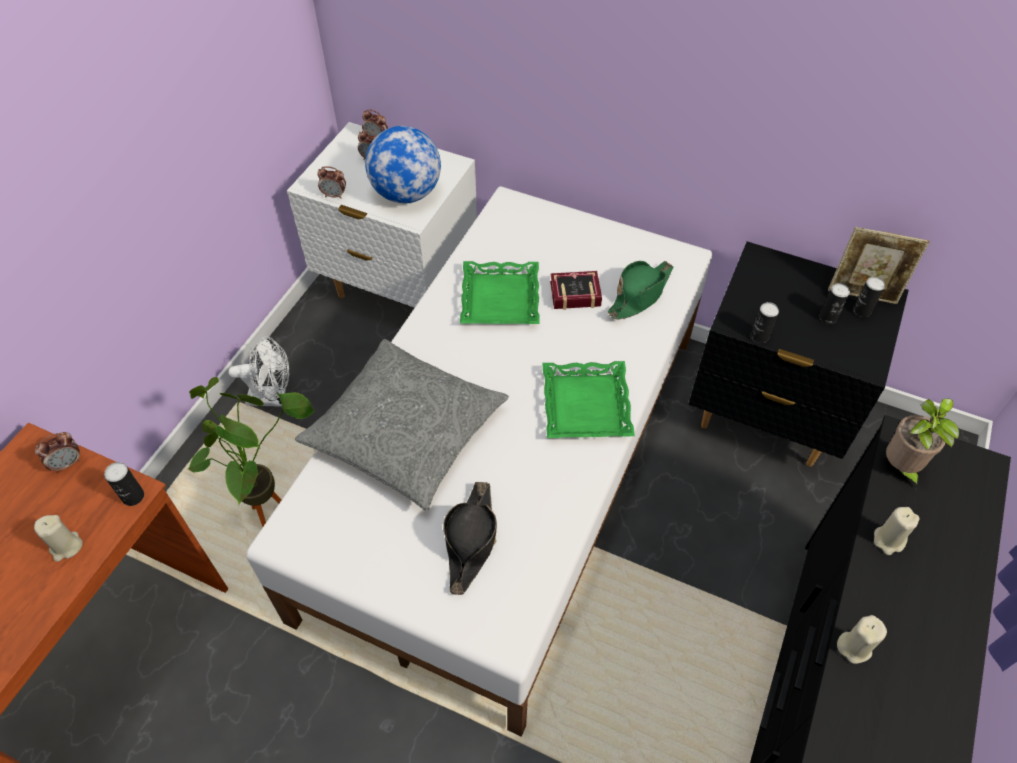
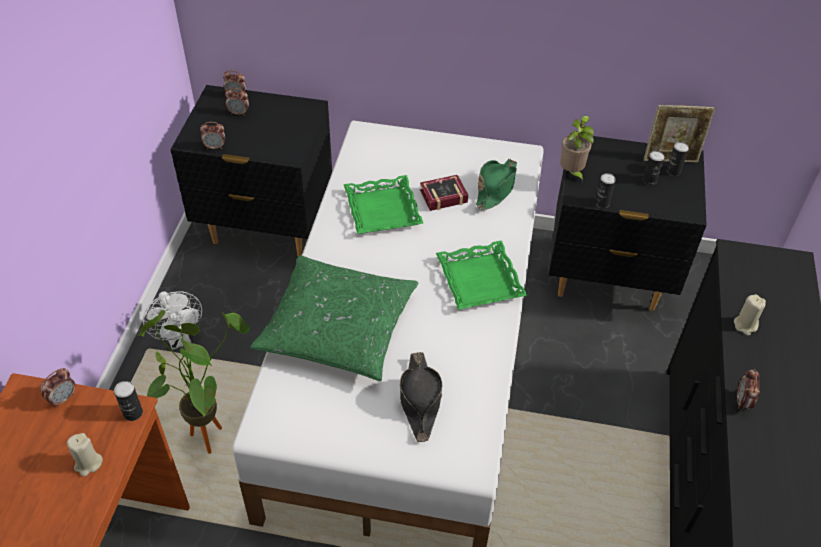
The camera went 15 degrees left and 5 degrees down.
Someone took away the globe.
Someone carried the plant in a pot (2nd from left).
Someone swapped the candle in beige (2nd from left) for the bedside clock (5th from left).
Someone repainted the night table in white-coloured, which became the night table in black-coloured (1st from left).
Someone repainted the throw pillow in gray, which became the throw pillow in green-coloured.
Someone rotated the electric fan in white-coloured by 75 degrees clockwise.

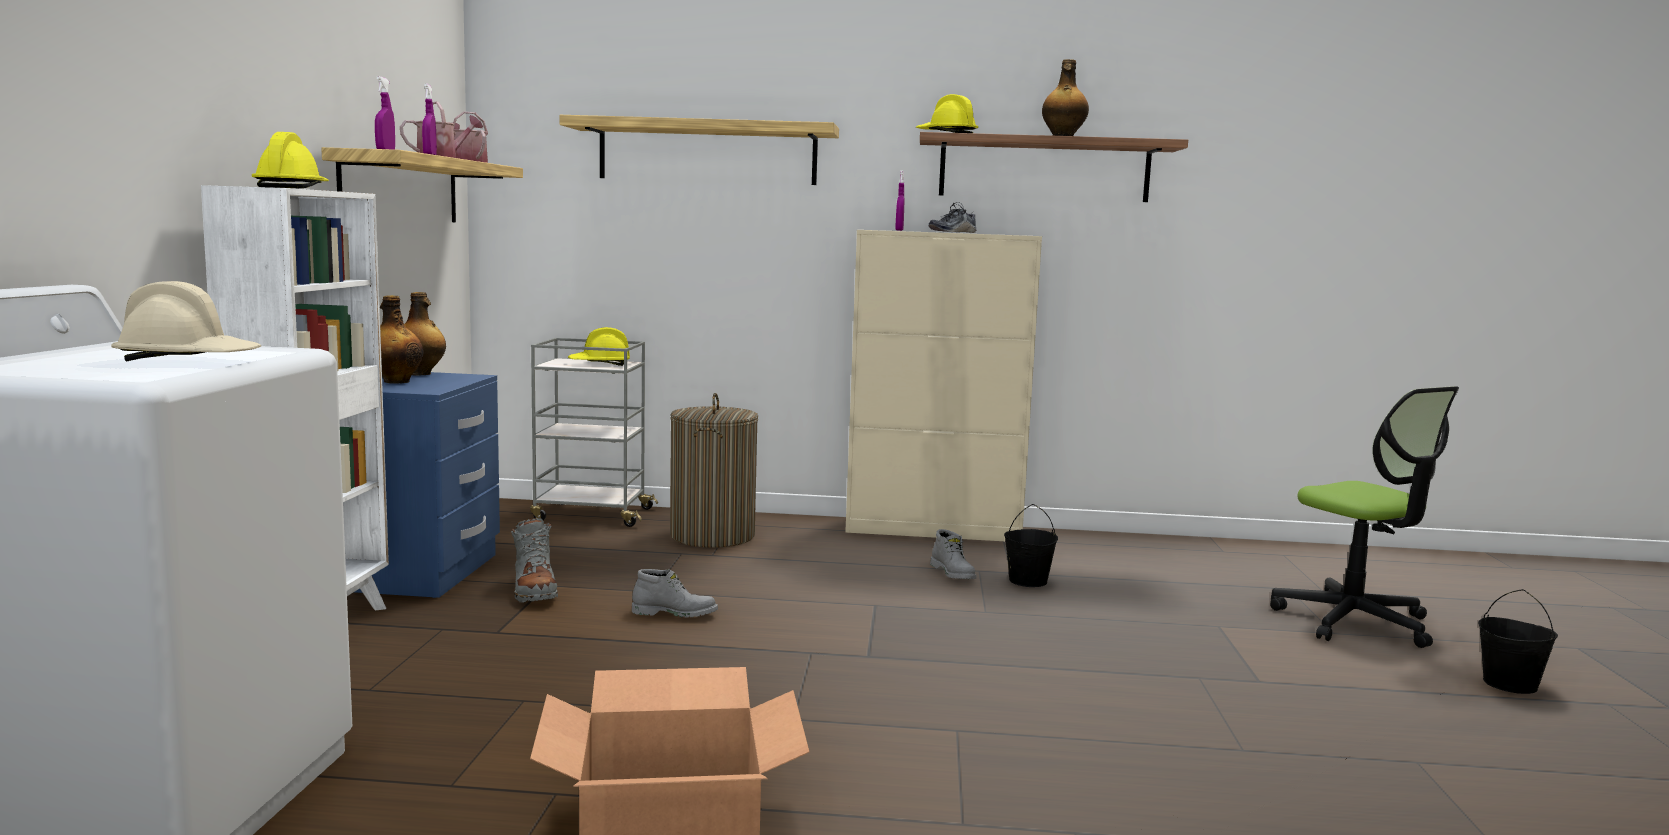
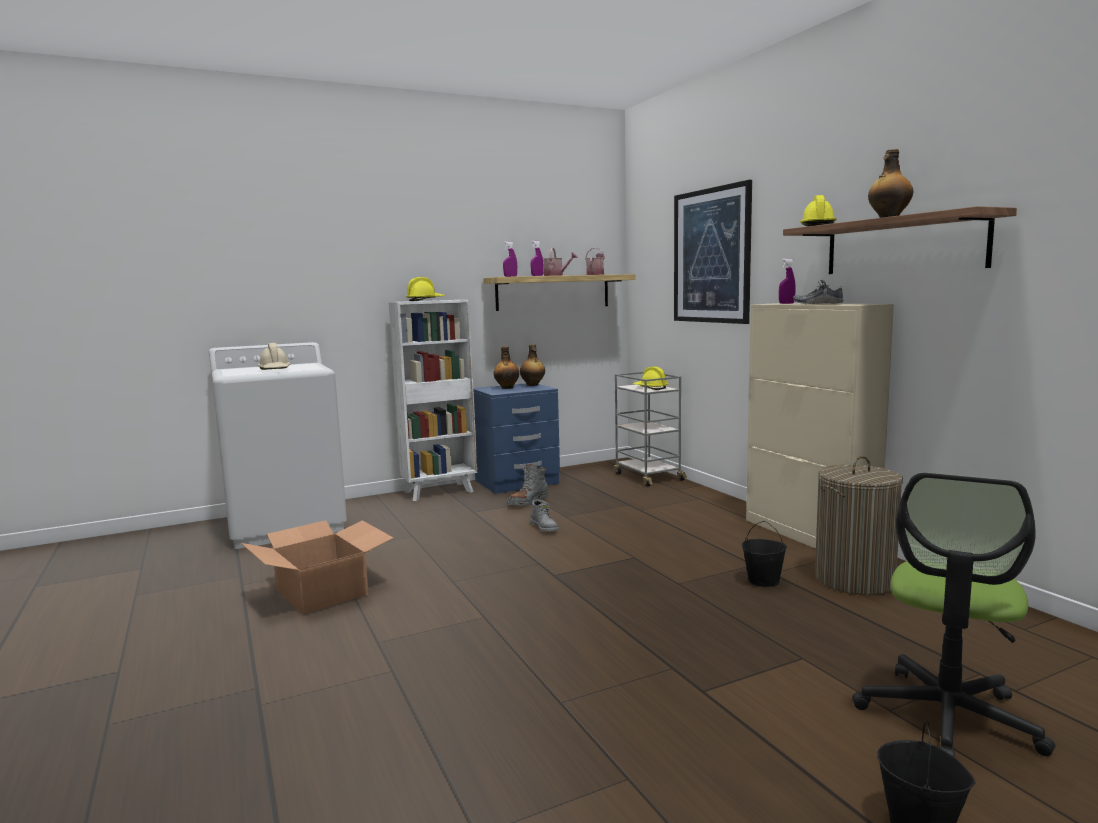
The camera went 60 degrees right and 0 degrees up.
Someone took away the tall boot in gray (3rd from left).
Someone carried the washing basket.
Someone swapped the shelf (2nd from left) for the picture.

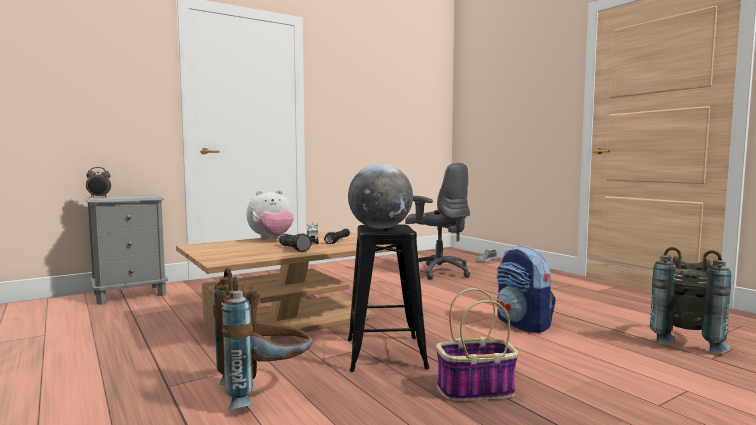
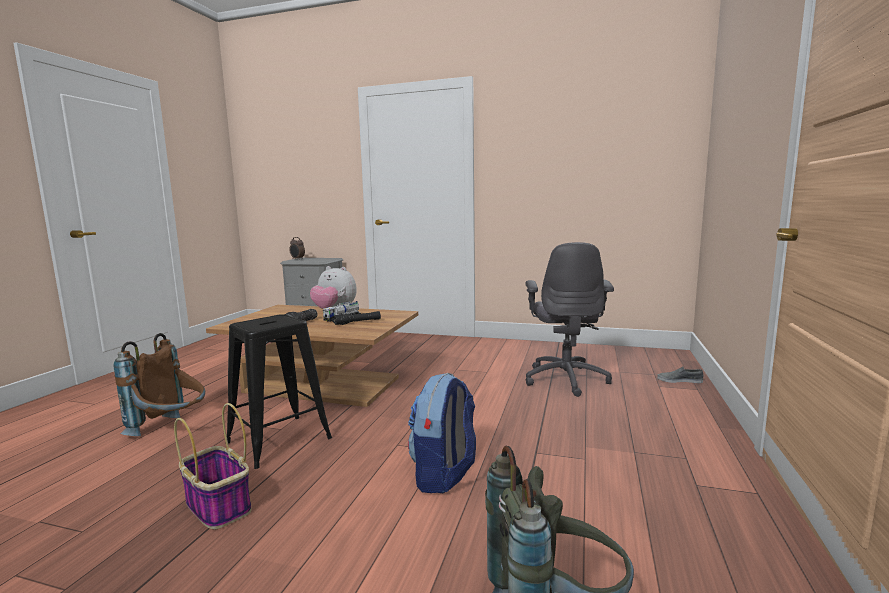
The camera went 50 degrees right and 5 degrees up.
Someone took away the globe.

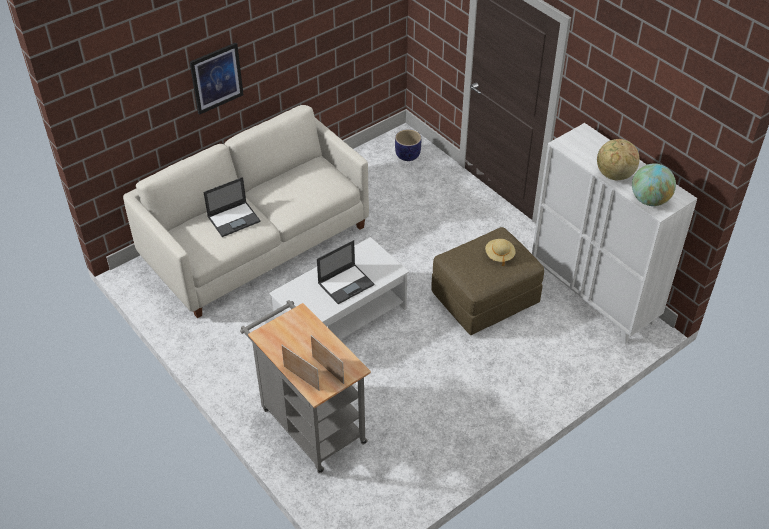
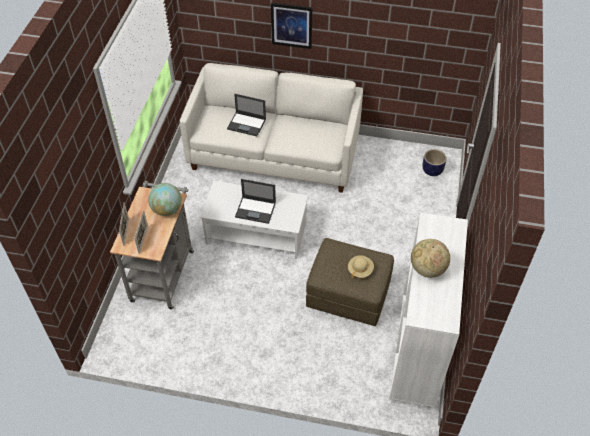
The camera went 50 degrees right and 5 degrees up.
Someone carried the globe (2nd from left in the first image).

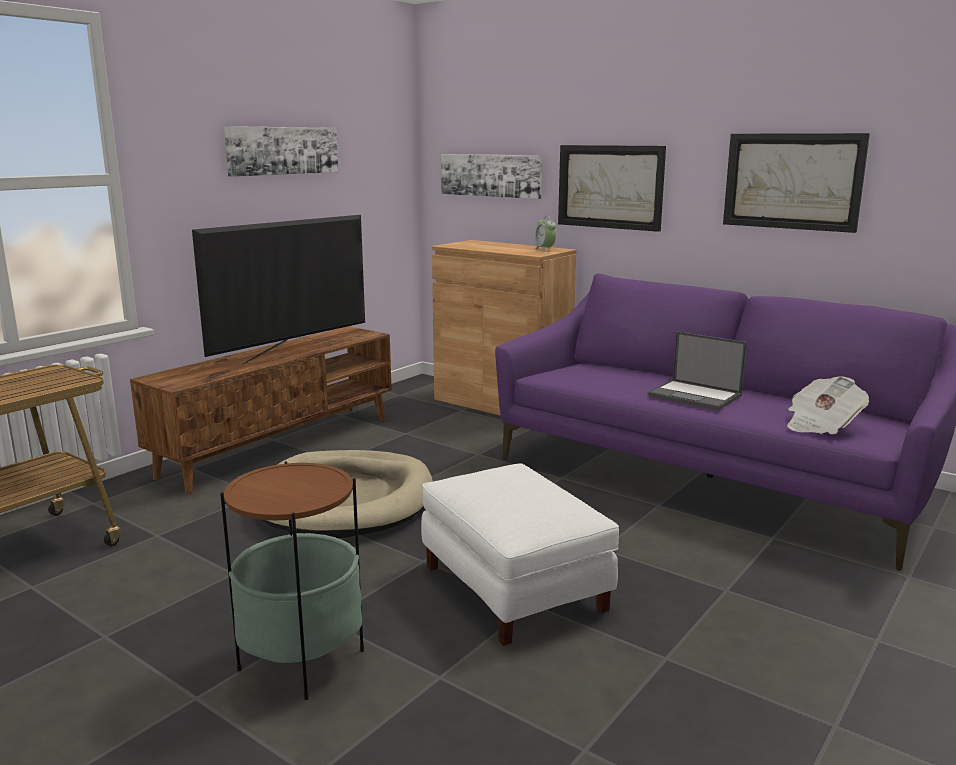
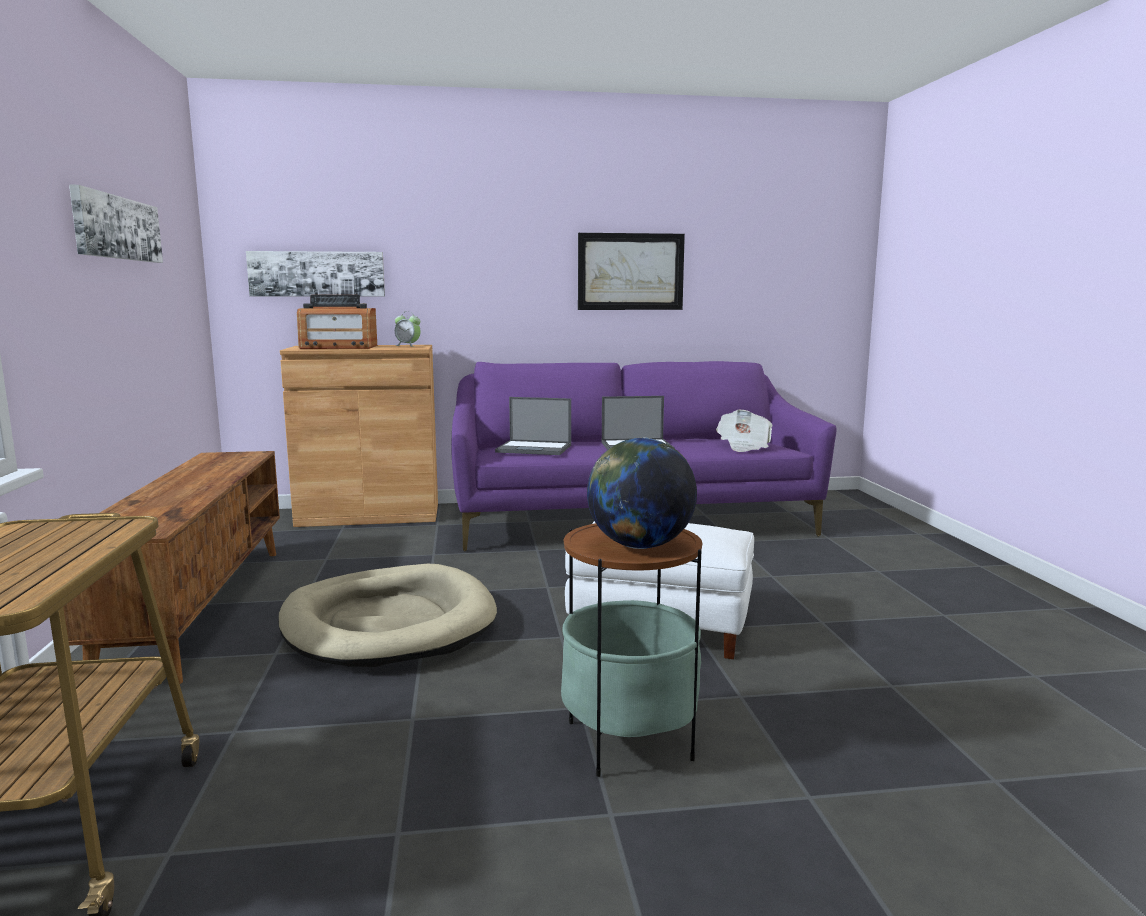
The camera went 45 degrees left and 5 degrees down.
Someone took away the TV set.
Someone took away the picture (3rd from left).
Someone put down the radio receiver.
Someone put down the portable computer (1st from left).
Someone put down the globe.

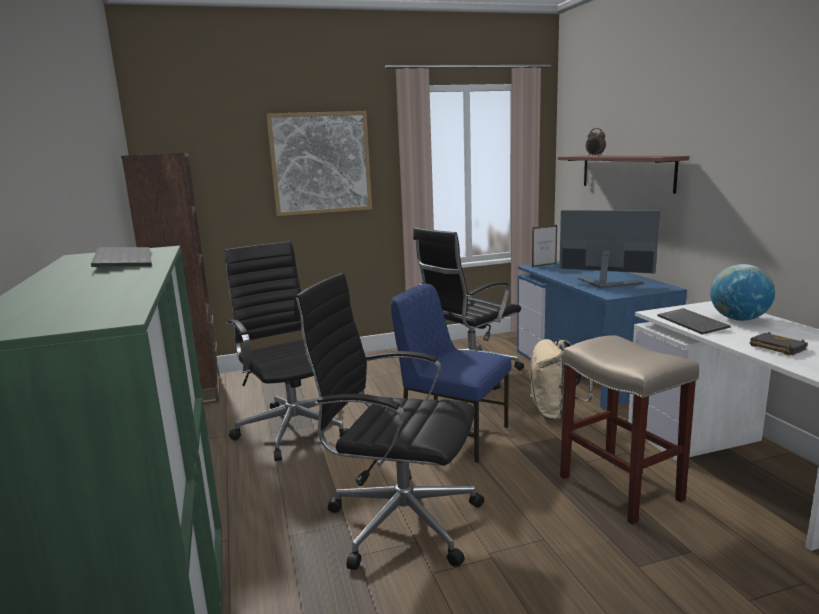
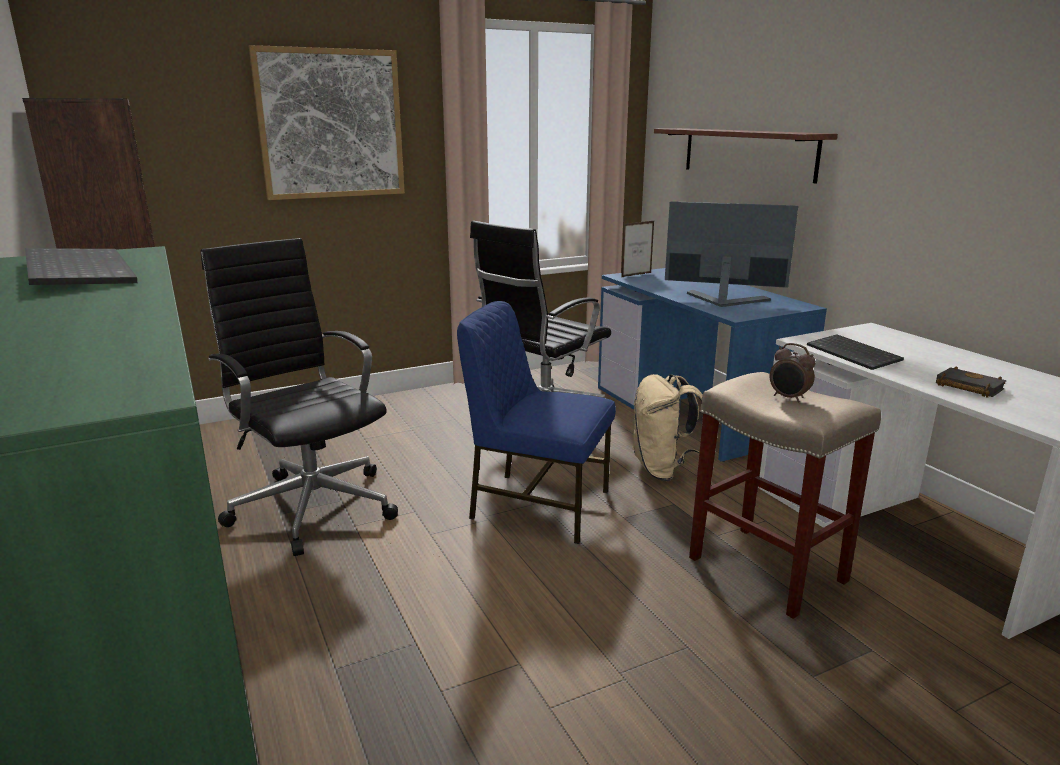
The camera went 10 degrees left and 5 degrees up.
Someone took away the computer chair in black-coloured (2nd from left).
Someone took away the globe.
Someone carried the bedside clock.

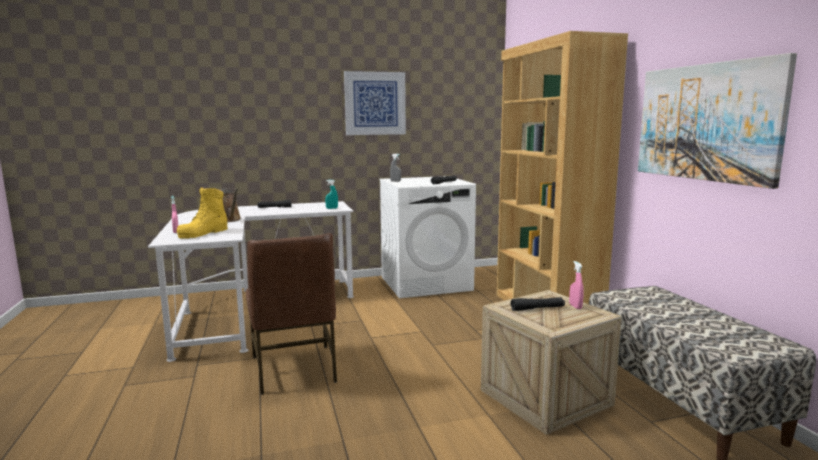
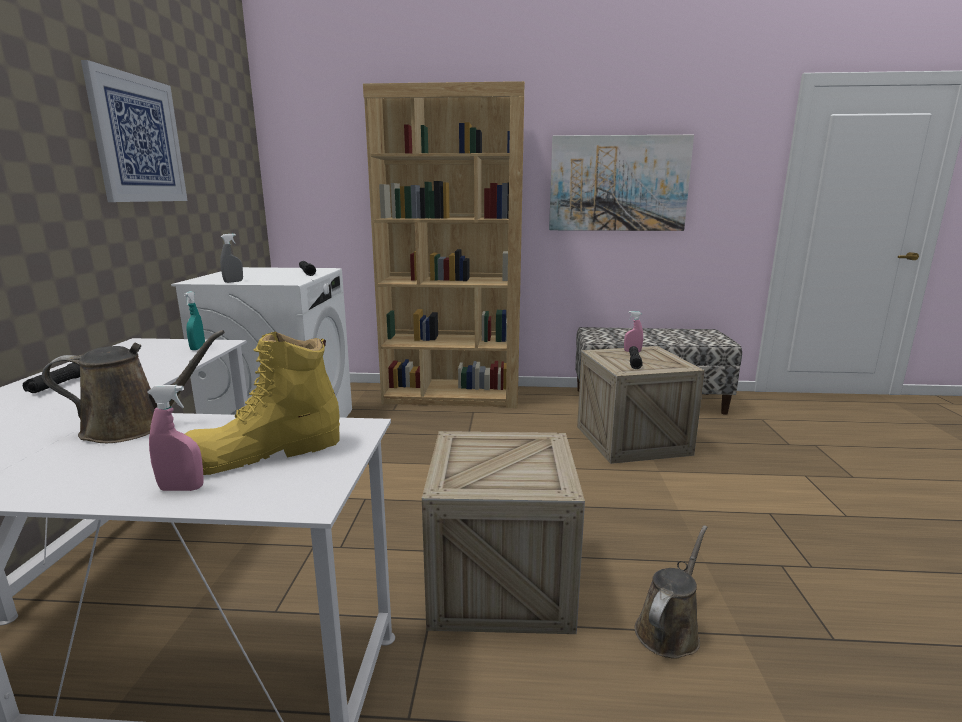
The camera went 70 degrees left and 5 degrees up.
Someone put down the sprinkling can in brownish (2nd from left).
Someone swapped the plain chair in brownish for the crate (1st from left).
Someone rotated the tall boot in yellowish by 105 degrees clockwise.

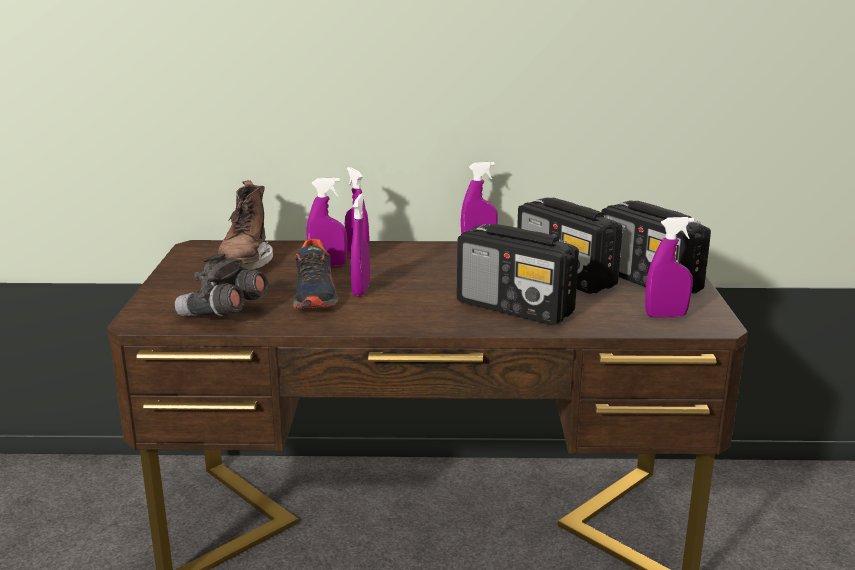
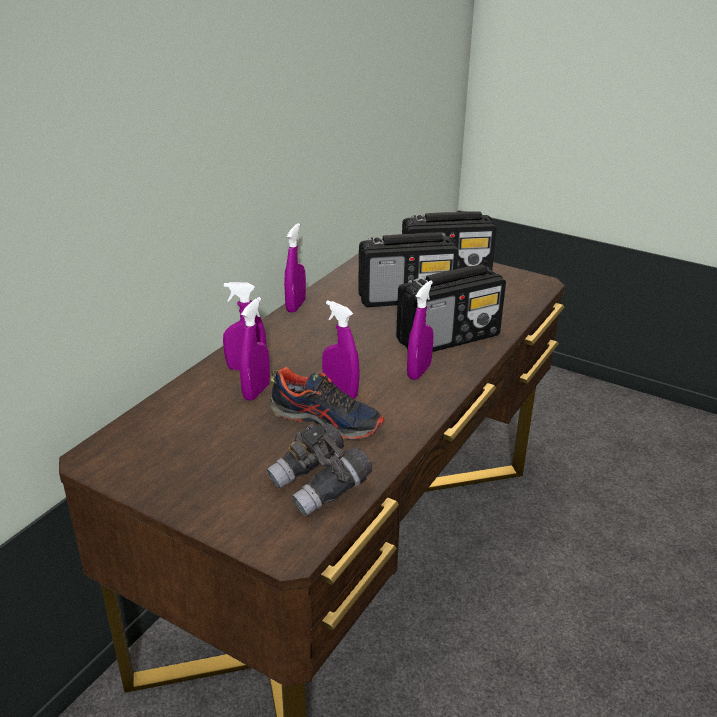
The camera went 60 degrees left and 10 degrees up.
Someone took away the tall boot in brownish.
Someone carried the sprayer in purple (5th from left).

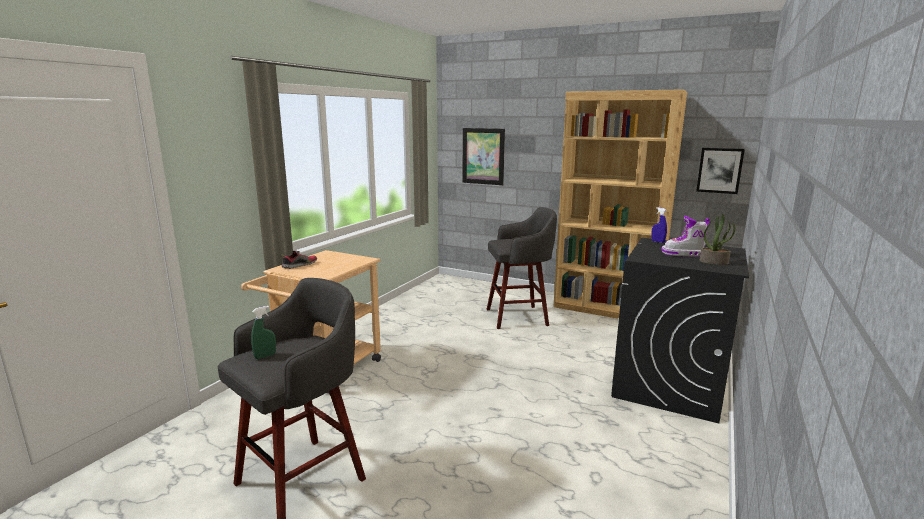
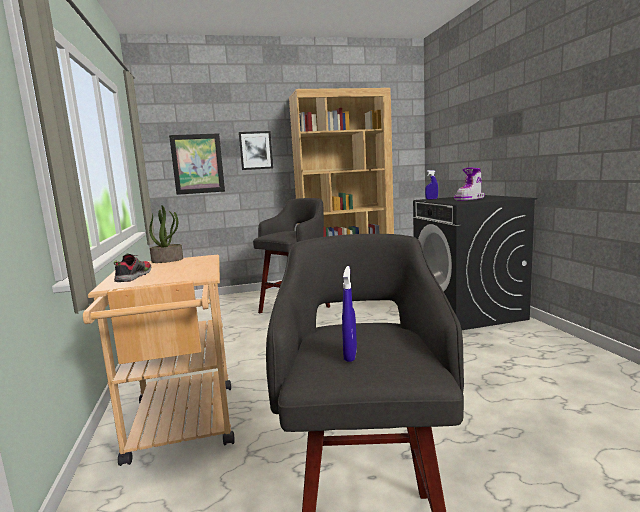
The camera went 40 degrees left and 5 degrees down.
Someone carried the picture (2nd from left).
Someone carried the plant in a pot.
Someone repainted the sprayer in green-coloured, which became the sprayer in bluish (1st from left).

